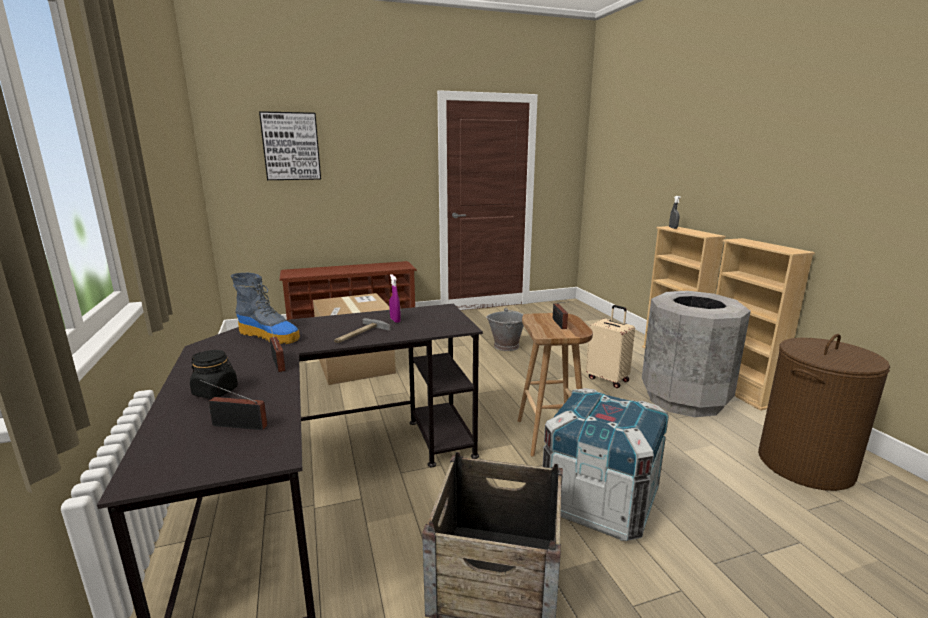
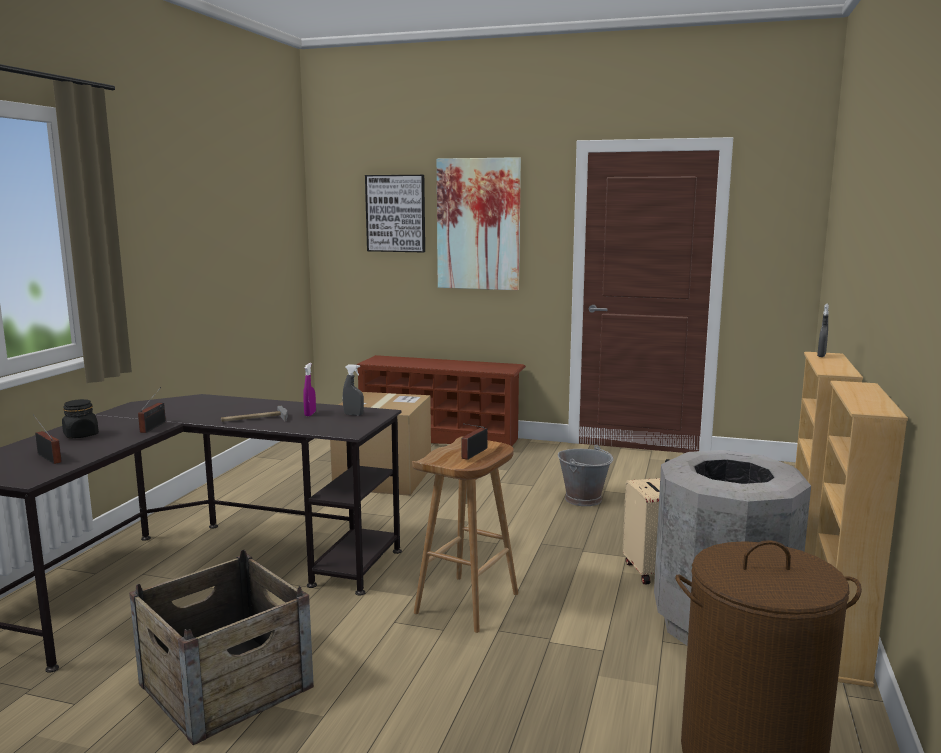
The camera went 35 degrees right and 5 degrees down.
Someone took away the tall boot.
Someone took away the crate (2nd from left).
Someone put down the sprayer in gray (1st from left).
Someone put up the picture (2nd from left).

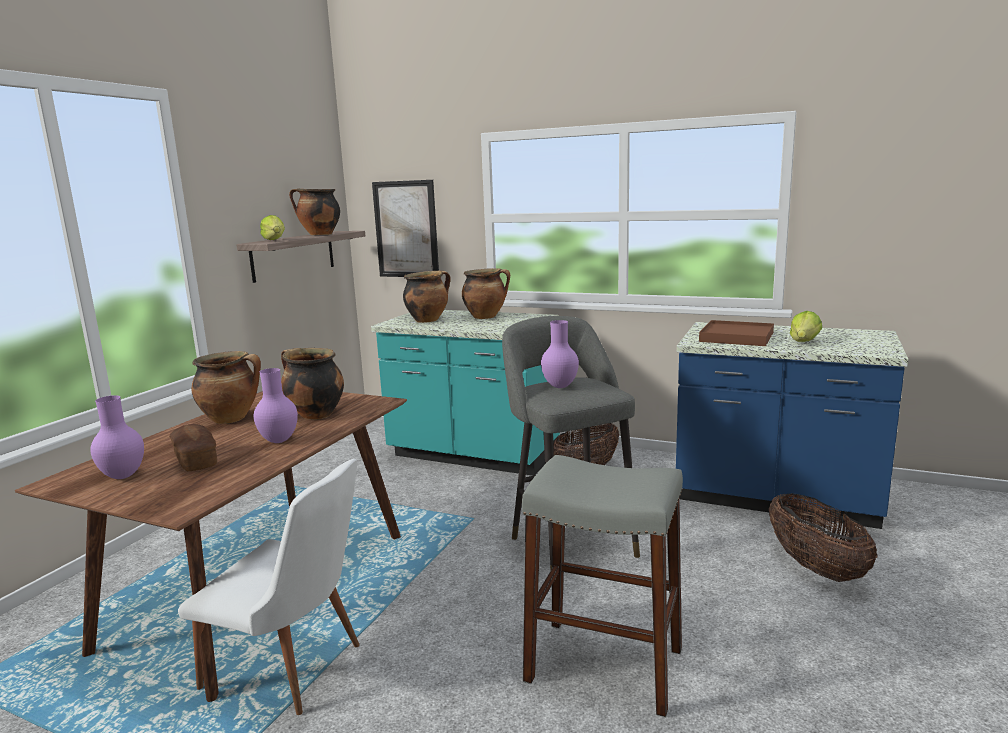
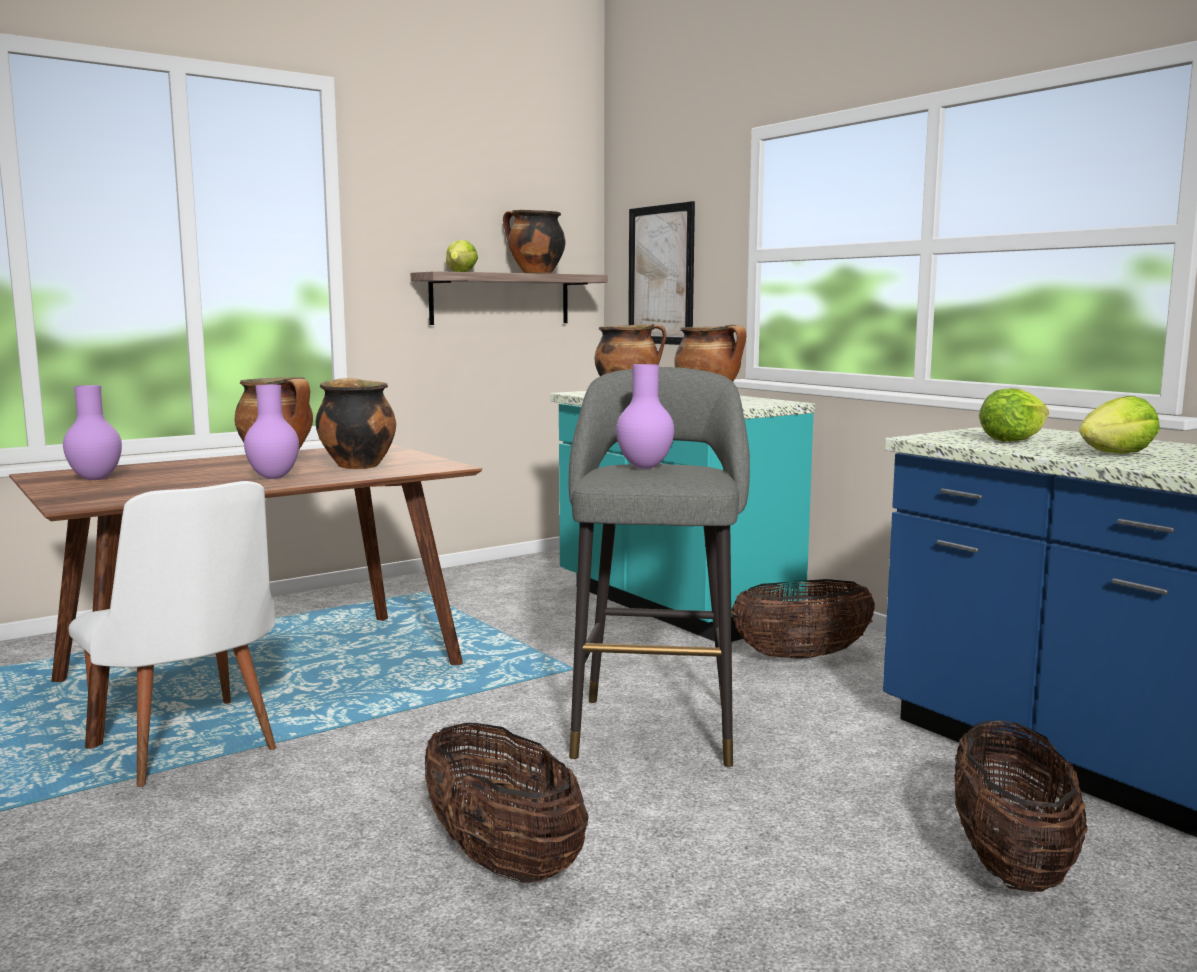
The camera went 30 degrees right and 5 degrees down.
Someone took away the bakery bread.
Someone swapped the stool in gray (2nd from left) for the storage basket (1st from left).
Someone swapped the tray in brownish for the head of lettuce (2nd from left).

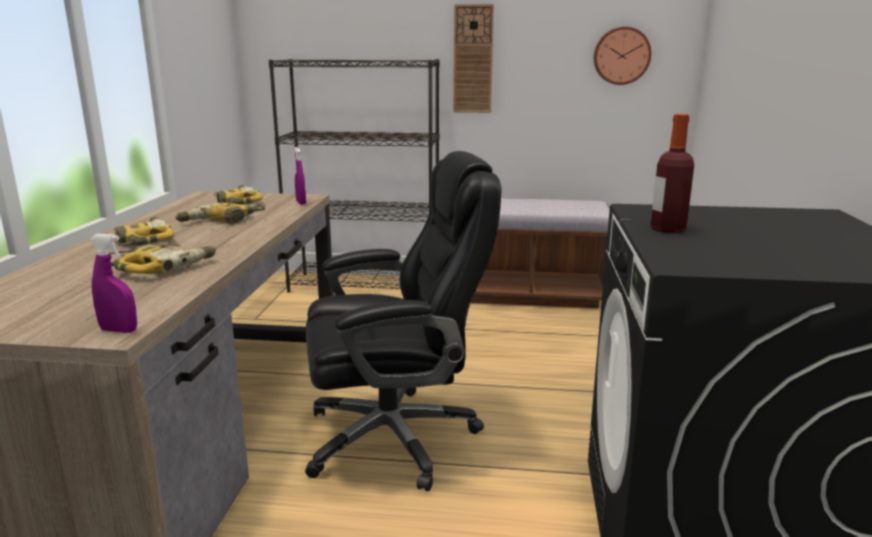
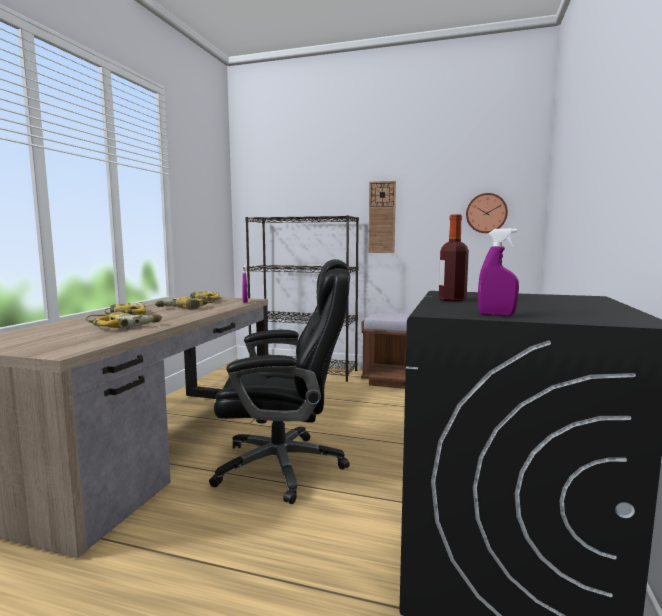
The camera went 10 degrees right and 10 degrees down.
Someone carried the sprayer in purple (1st from left in the first image).

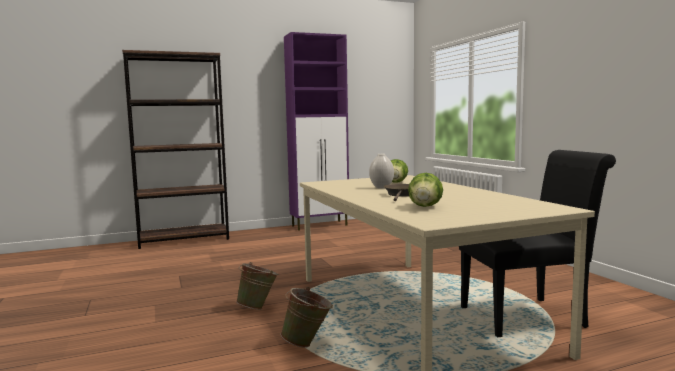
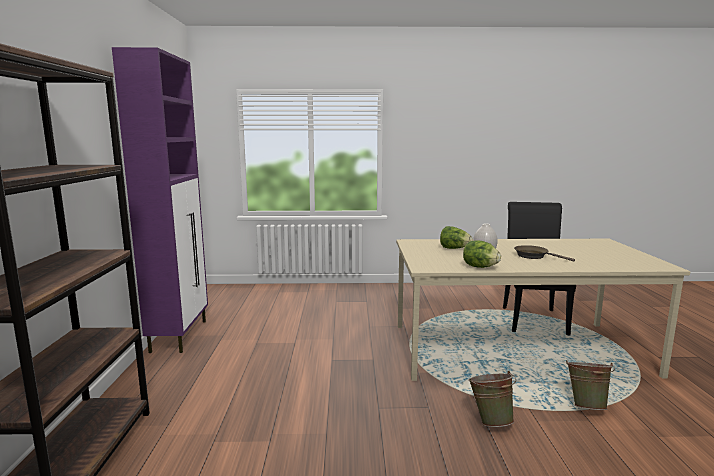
The camera went 70 degrees left and 5 degrees up.
Someone carried the head of lettuce (2nd from left).

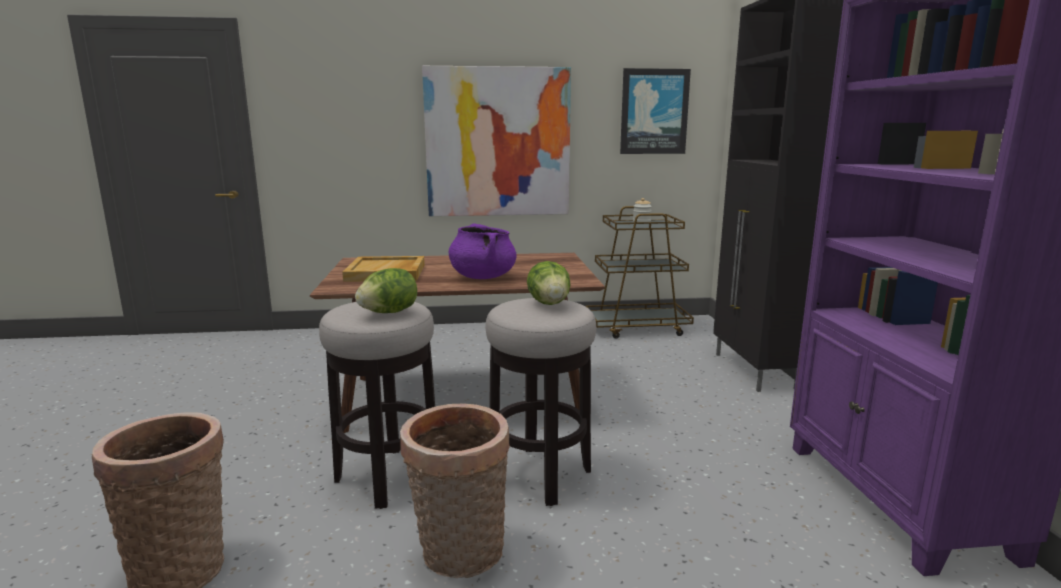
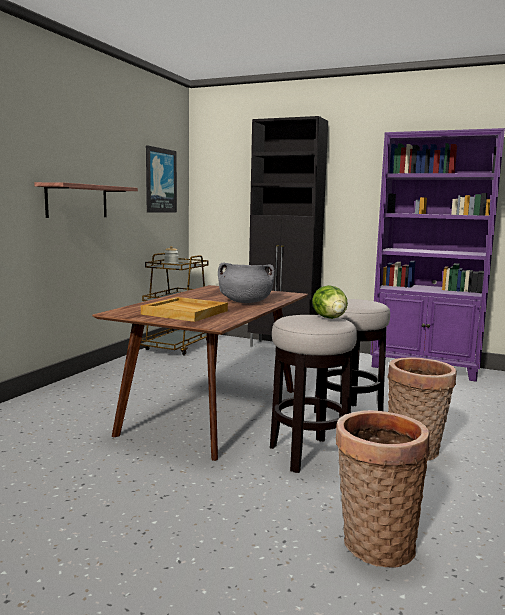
The camera went 60 degrees left and 5 degrees down.
Someone took away the head of lettuce (2nd from left).
Someone swapped the picture (1st from left) for the shelf.
Someone repainted the stockpot in purple, which became the stockpot in gray.

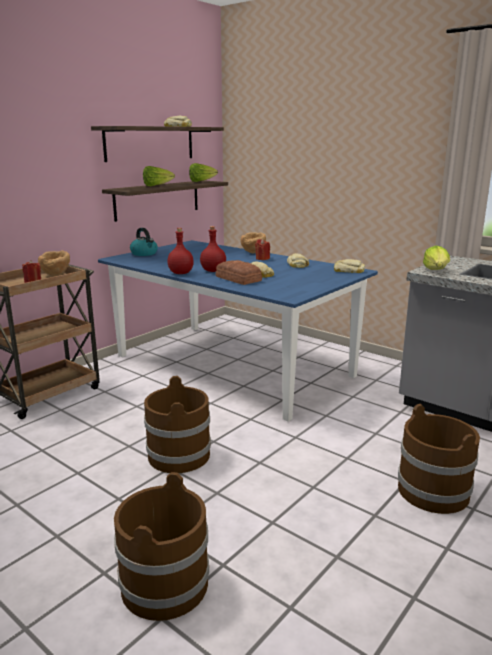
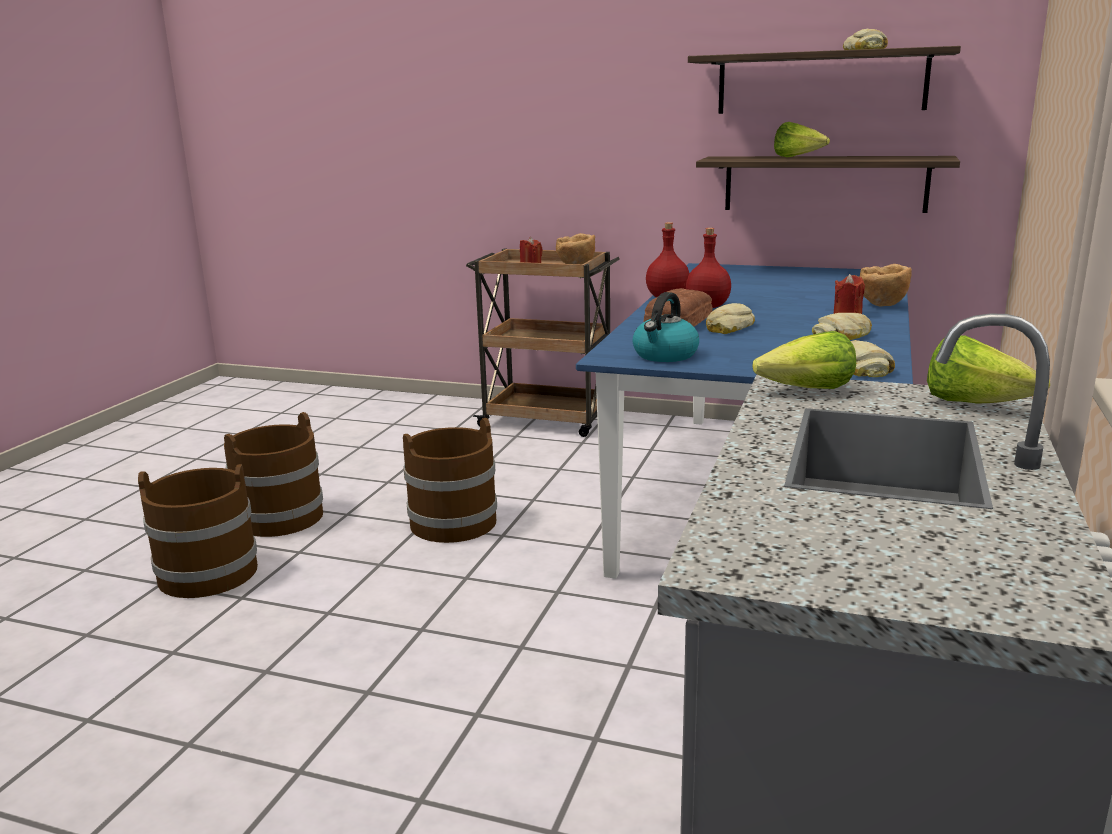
The camera went 70 degrees right and 0 degrees up.
Someone carried the water kettle.
Someone carried the head of lettuce (2nd from left in the first image).
Someone carried the pail in brownish (3rd from left in the first image).

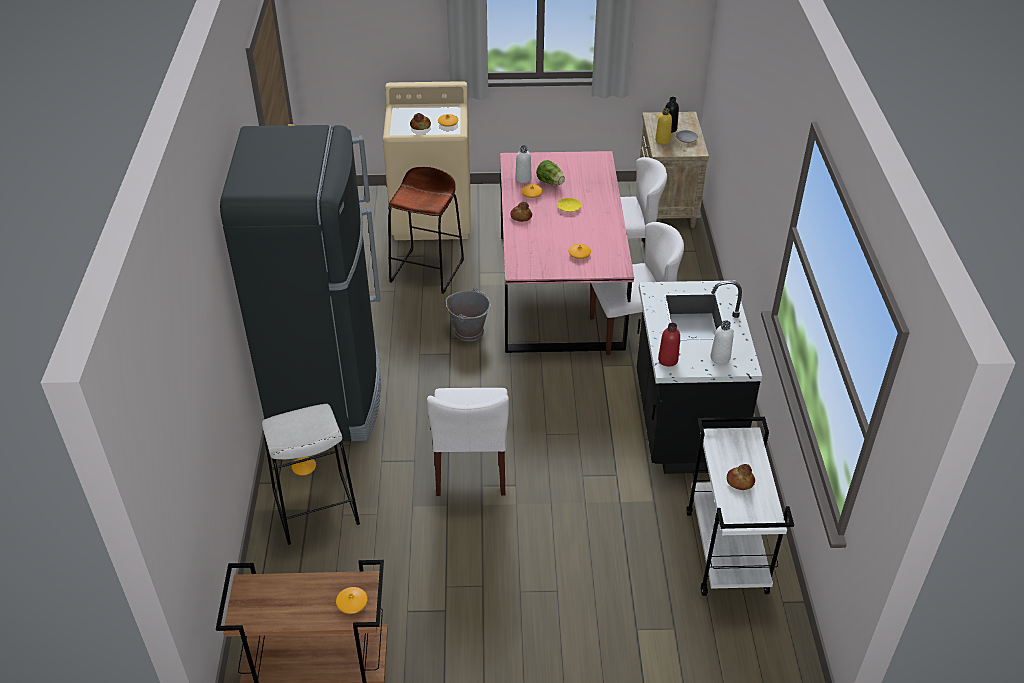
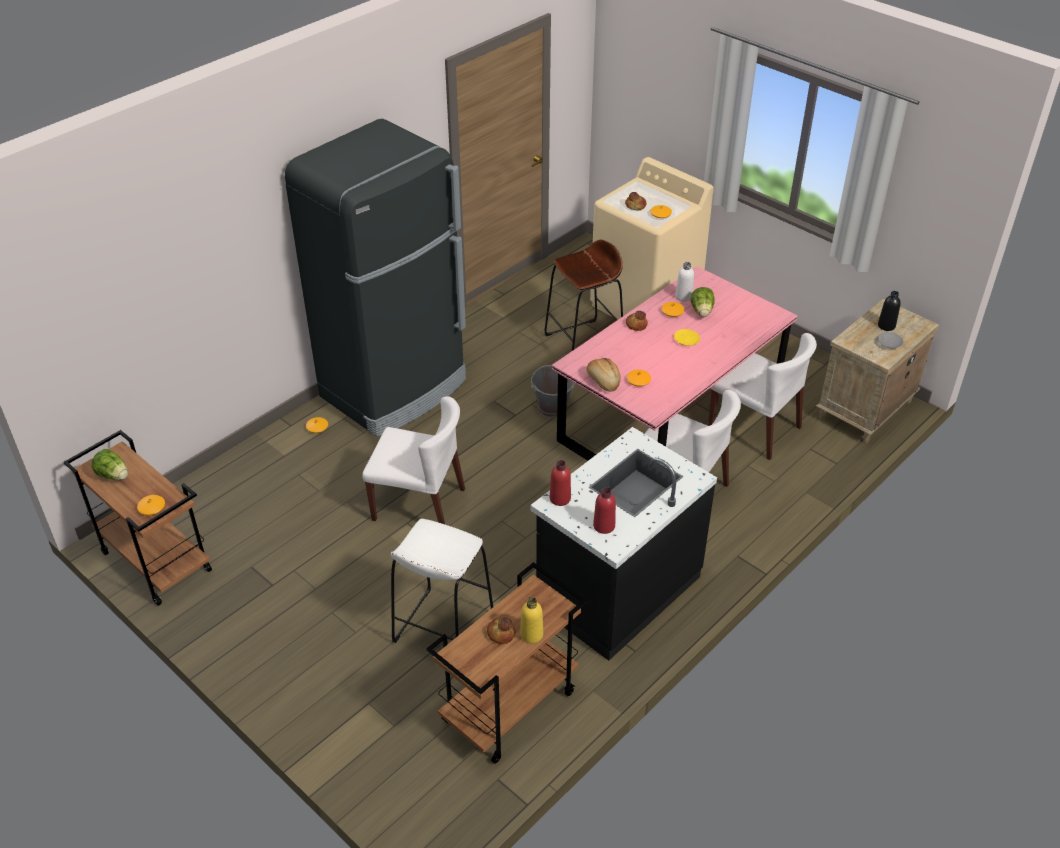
The camera went 45 degrees right and 0 degrees up.
Someone put down the head of lettuce (1st from left).
Someone put down the bakery bread (2nd from left).
Someone carried the stool in white-coloured.
Someone carried the drink bottle in yellowish.
Someone repainted the cart in white-coloured, which became the cart in brownish (2nd from left).
Someone repainted the drink bottle in white-coloured (2nd from left), which became the drink bottle in red-coloured (2nd from left).
Someone rotated the plain chair in white-coloured (1st from left) by 120 degrees counterclockwise.

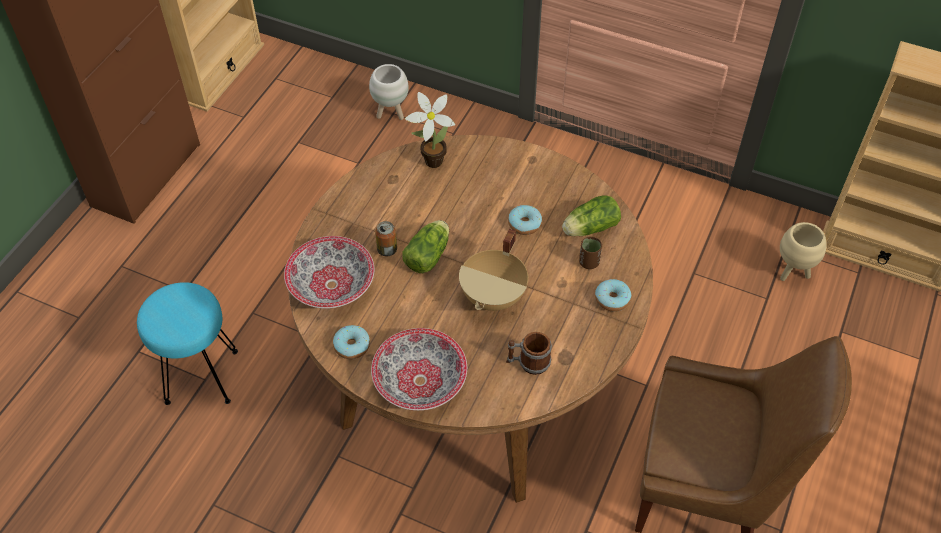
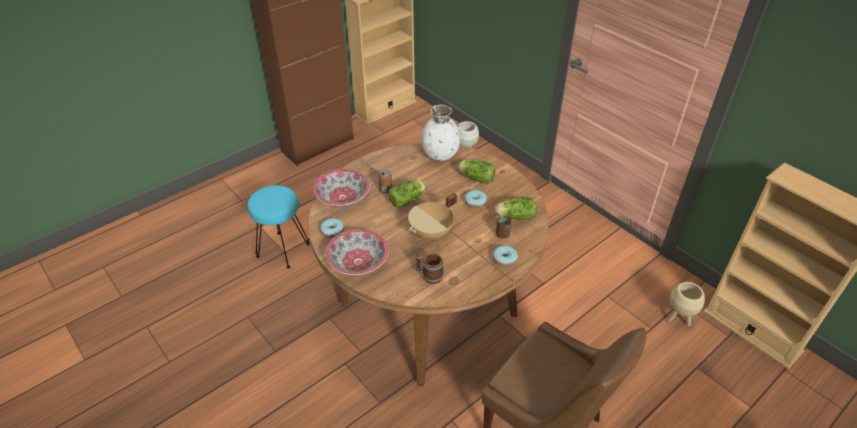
The camera went 25 degrees right and 10 degrees down.
Someone put down the head of lettuce (2nd from left).
Someone swapped the plant in a pot for the vase in white-coloured.

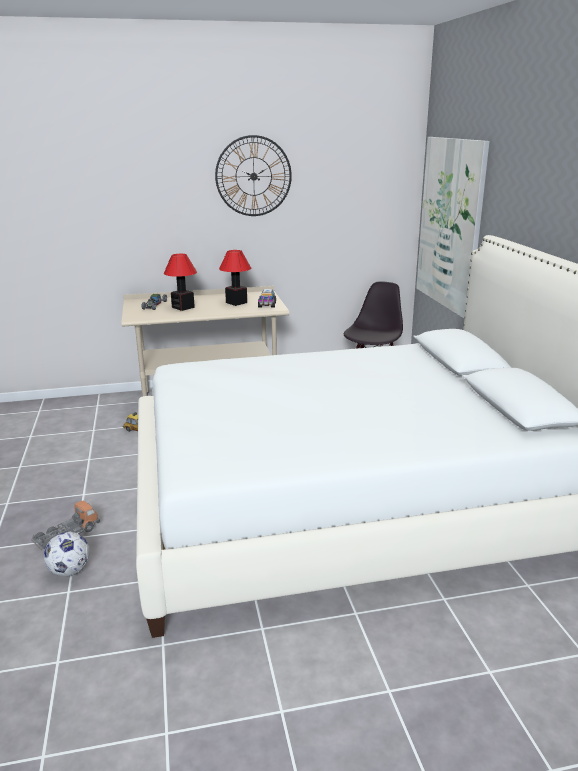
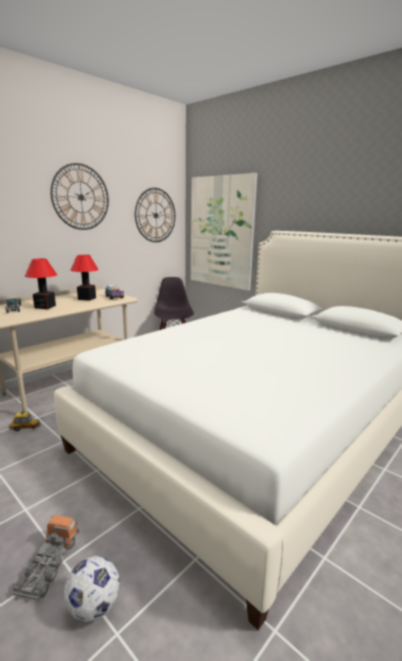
The camera went 35 degrees left and 5 degrees down.
Someone put up the clock on the wall (2nd from left).

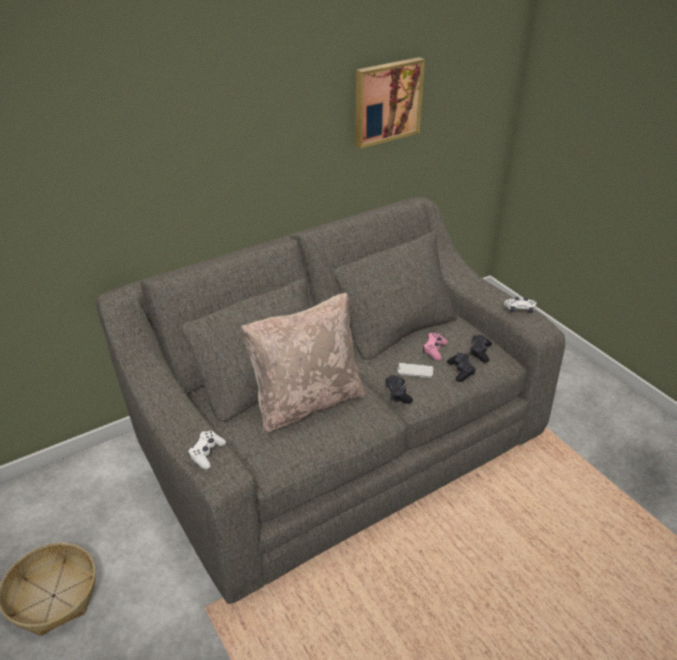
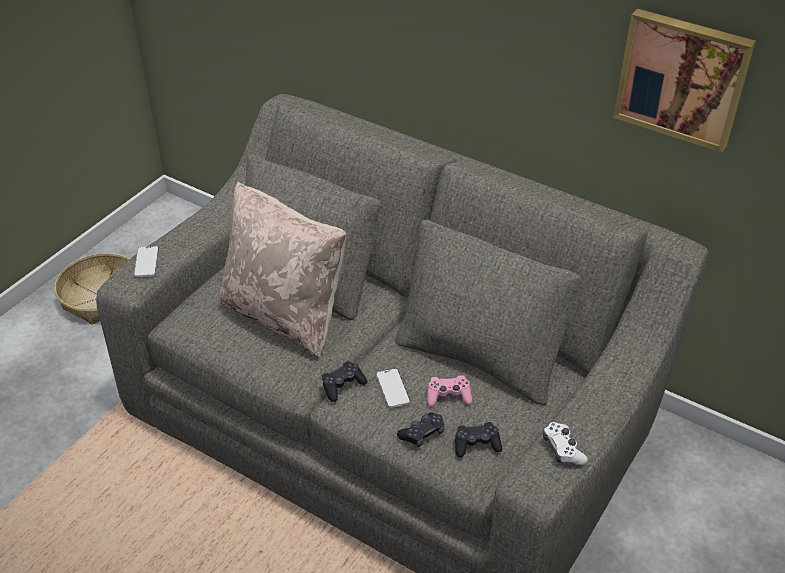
The camera went 65 degrees right and 5 degrees up.
Someone swapped the gamepad in white-coloured (1st from left) for the handset (1st from left).

